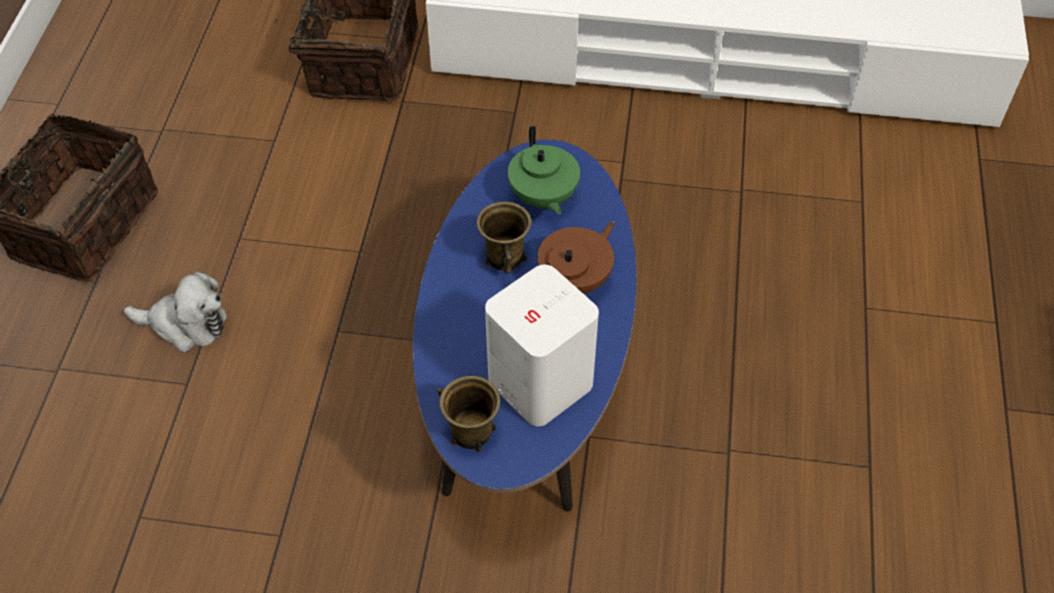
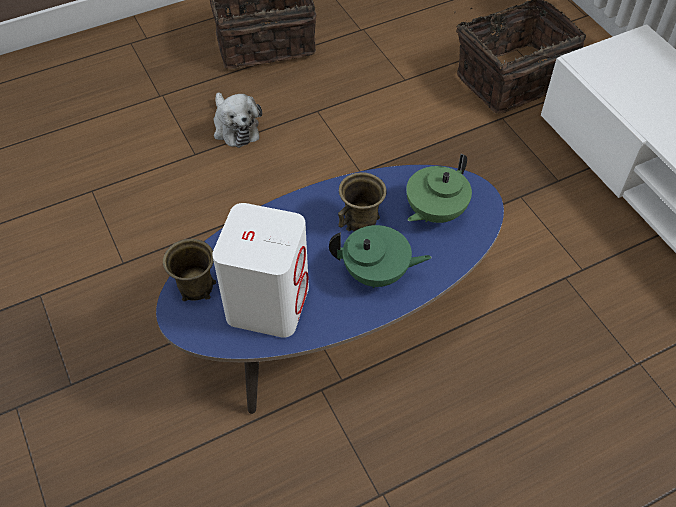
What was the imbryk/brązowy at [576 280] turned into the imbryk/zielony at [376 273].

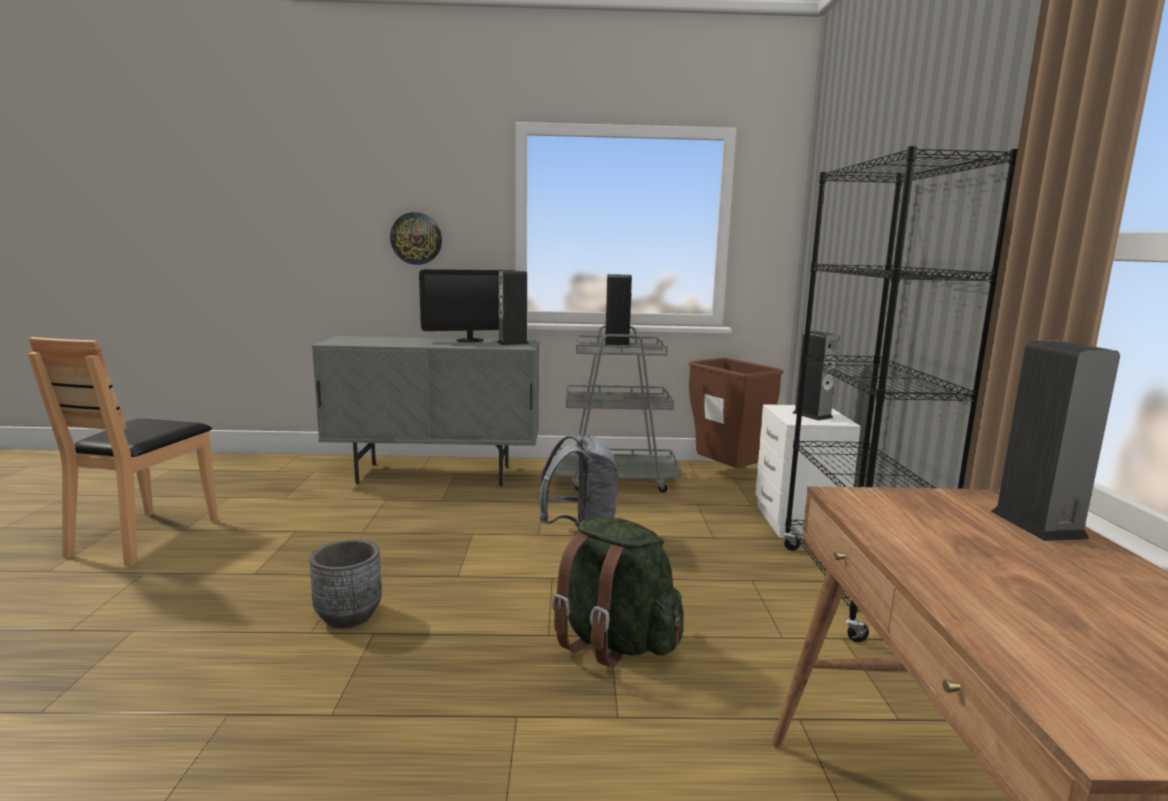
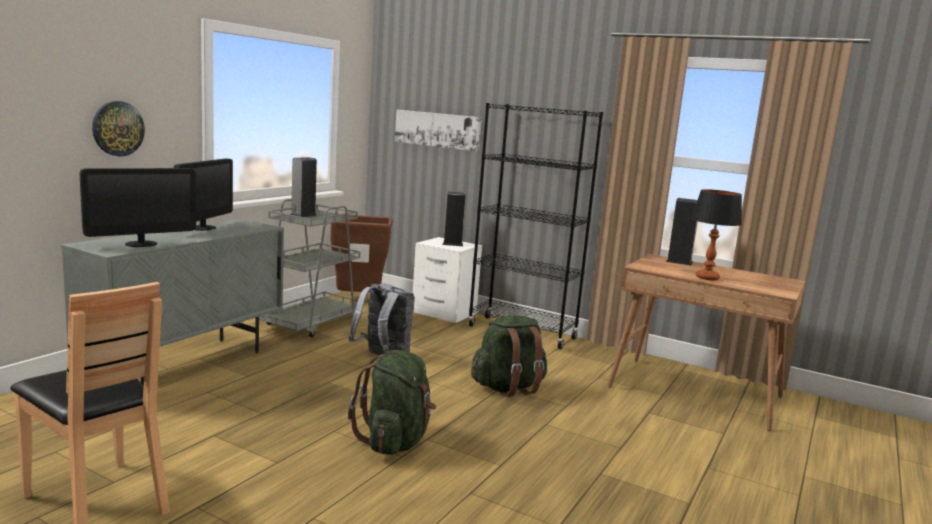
Where the donica/szary stood at [349 615], the plecak/zielony came to stand at [395 441].
The second view lost the głośnik at [512 343].
The second view gained the monitor at [141 244].
The second view gained the obraz at [437 129].
The second view gained the lampa stołowa at [707 278].

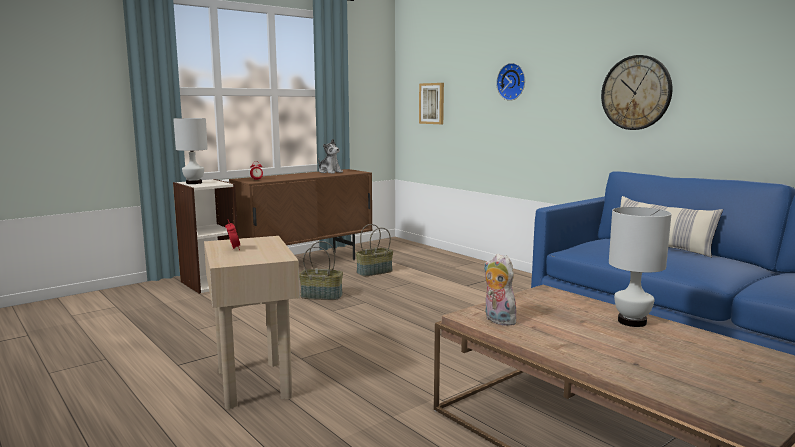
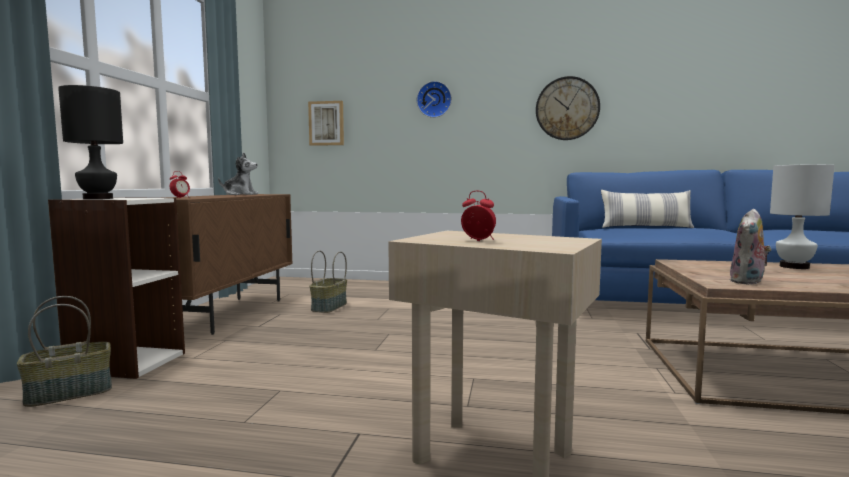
What was the lampa stołowa/biały at [193 183] turned into the lampa stołowa/czarny at [98 198].
The koszyk ended up elsewhere, having gone from [322 296] to [70 392].
The pluszak at [497 320] ended up facing another way, 60 degrees counterclockwise from before.

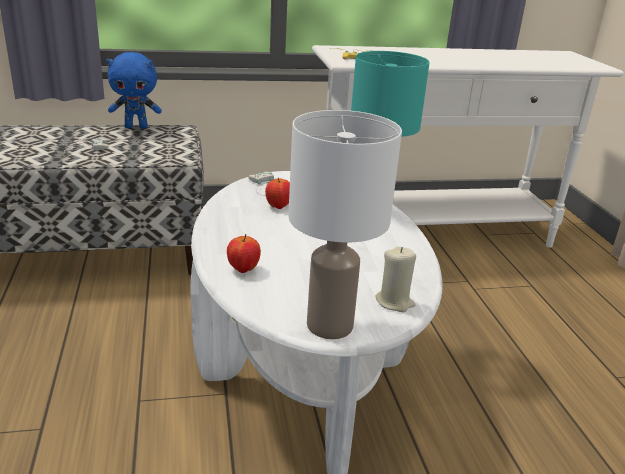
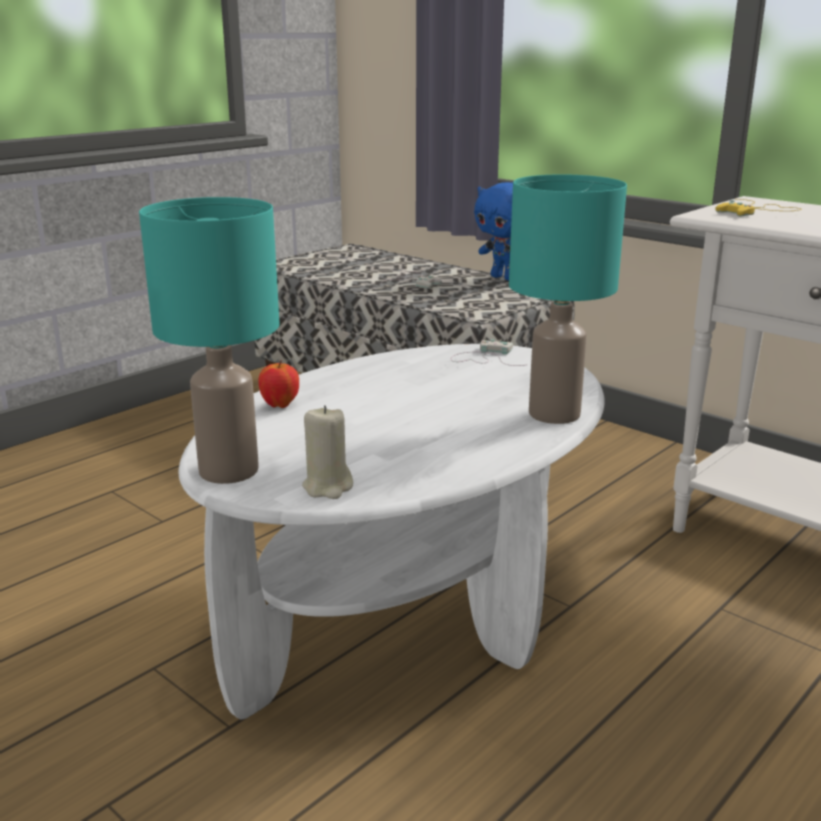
The second view lost the jabłko at [278 206].
What was the lampa stołowa/biały at [328 325] turned into the lampa stołowa/turkusowy at [229 470].

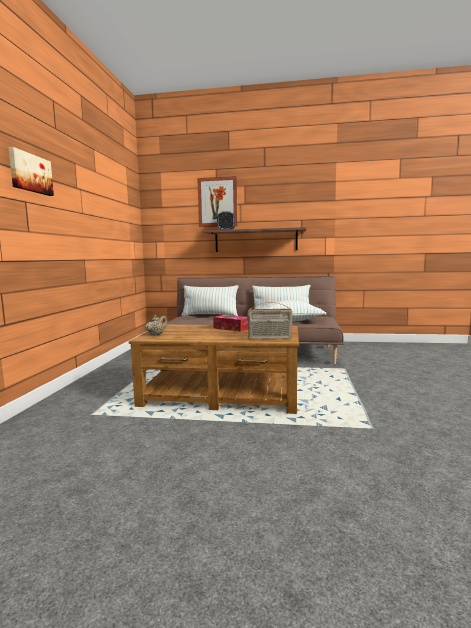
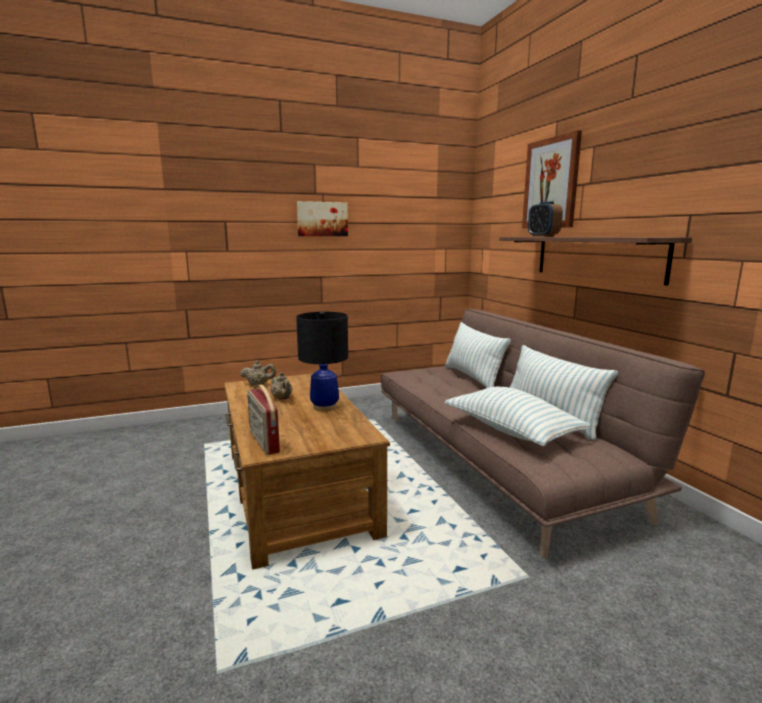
The obraz ended up elsewhere, having gone from [30 173] to [322 219].
Where the pudełko chusteczek stood at [232 328], the lampa stołowa/czarny came to stand at [325 407].
The second view gained the imbryk/beżowy at [282 398].

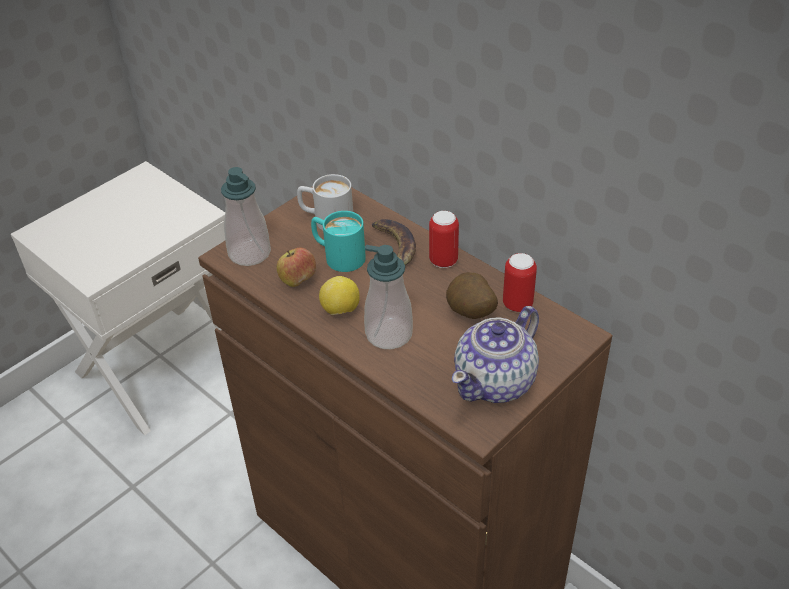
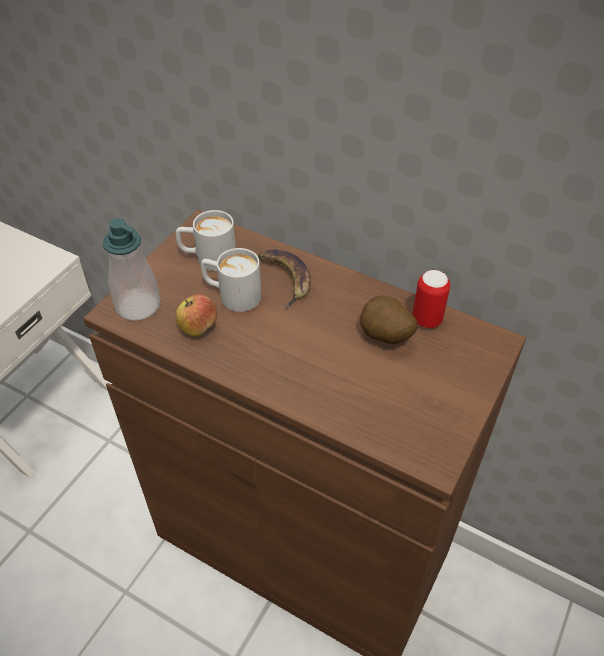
What was the kubek/turkusowy at [338 256] turned into the kubek/biały at [232 295].
The second view lost the cytryna at [340 310].
The second view lost the dozownik mydła at [389 334].
The second view lost the puszka at [443 261].
The second view lost the imbryk at [496 381].

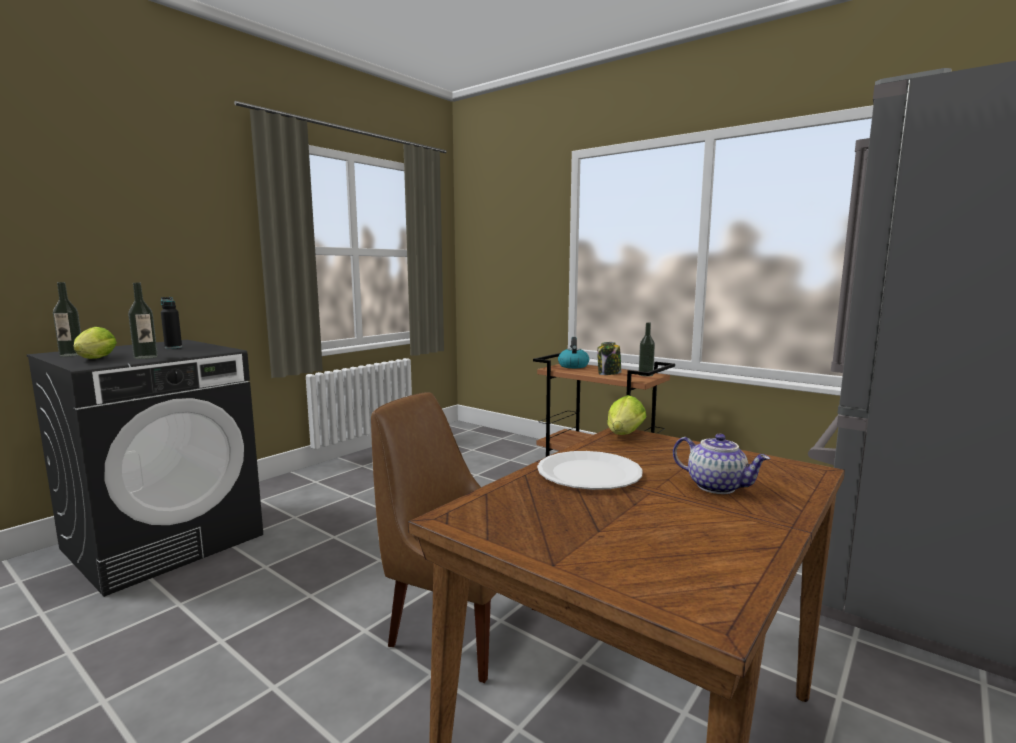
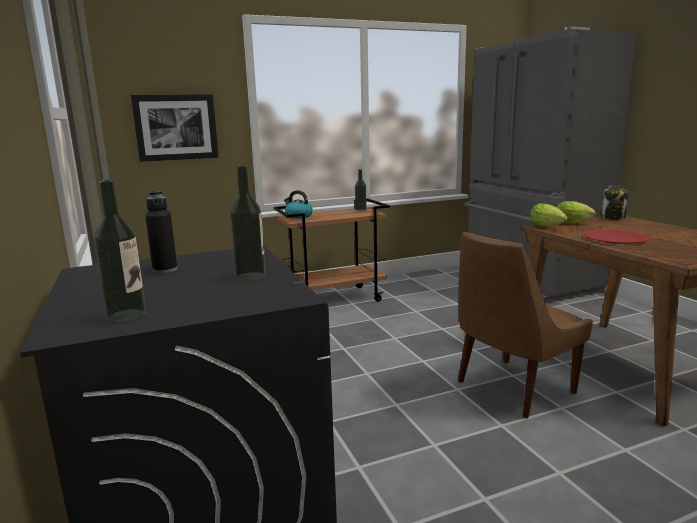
The sałata ended up elsewhere, having gone from [94 359] to [574 223].
What was the talerz/biały at [589 473] turned into the talerz/czerwony at [615 239].
The słoik ended up elsewhere, having gone from [609 373] to [613 218].
The second view lost the imbryk at [717 486].
The second view gained the obraz at [176 127].

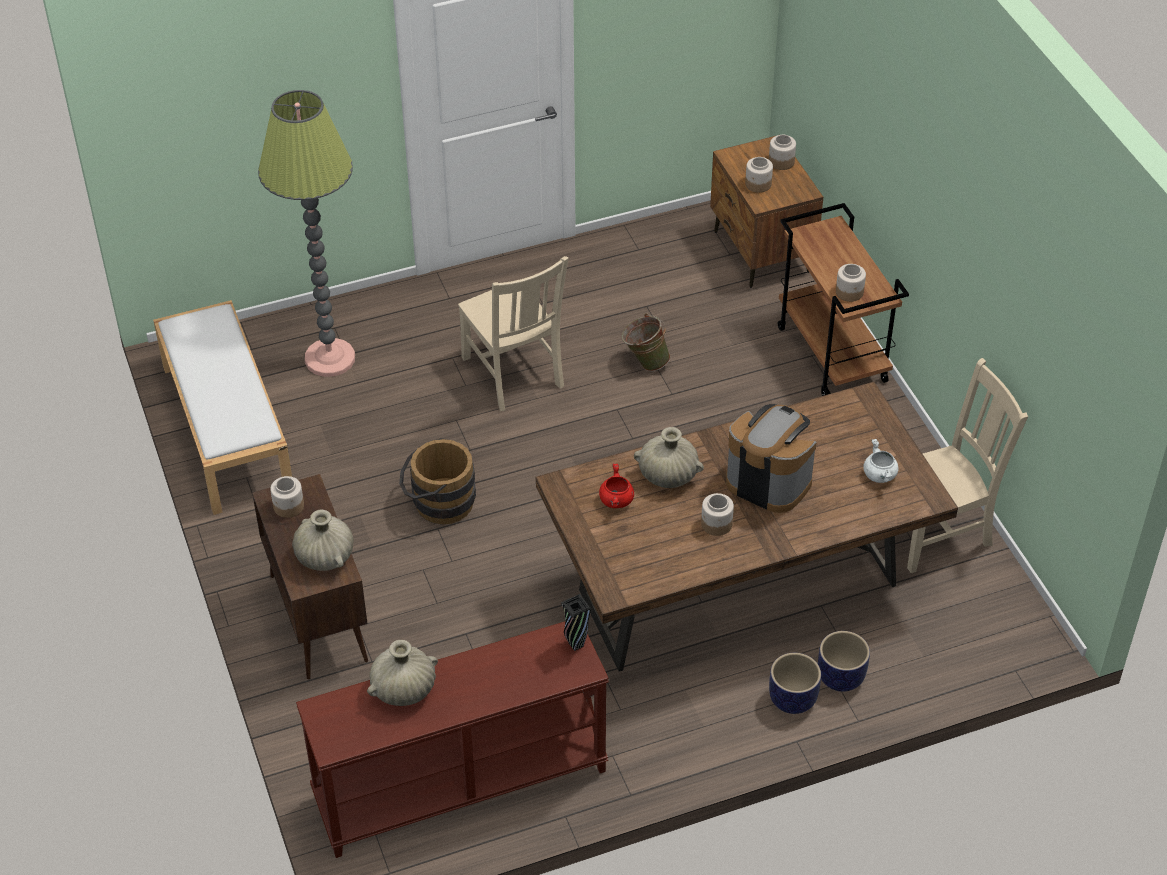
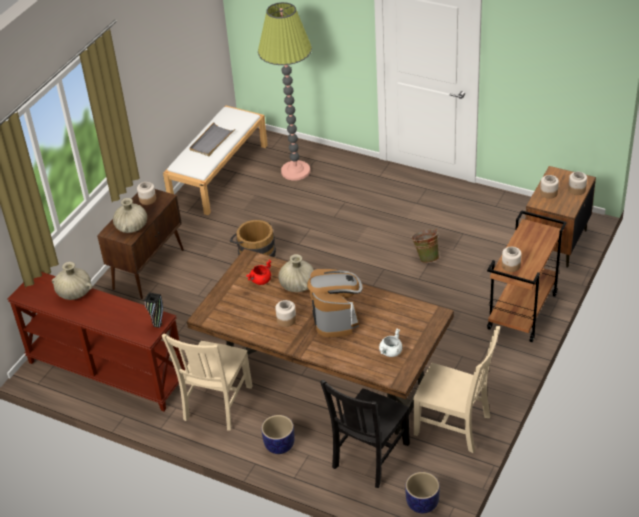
The krzesło/beżowy ended up elsewhere, having gone from [514 374] to [217 405].
The donica ended up elsewhere, having gone from [840 677] to [422 503].
The second view gained the taca/szary at [212 141].
The second view gained the krzesło/czarny at [369 457].

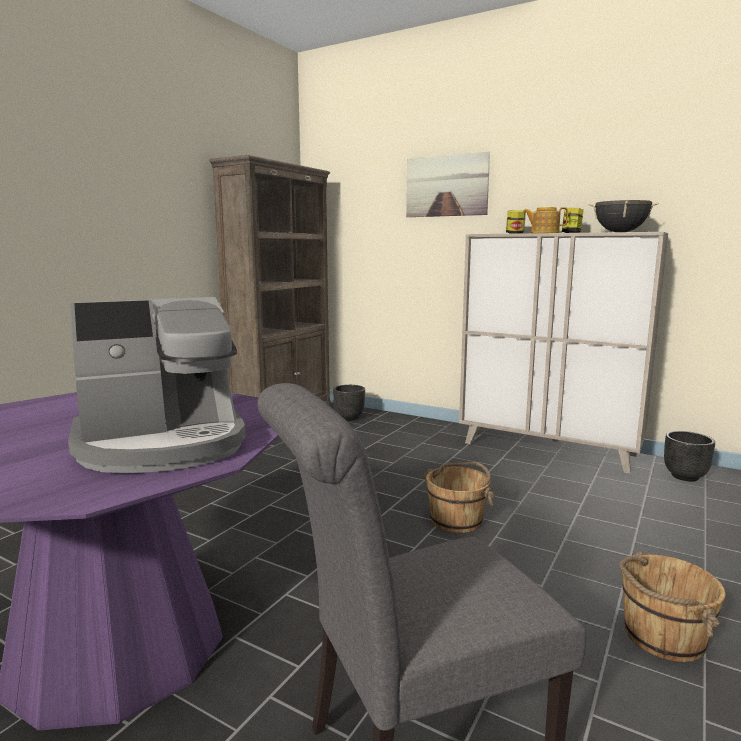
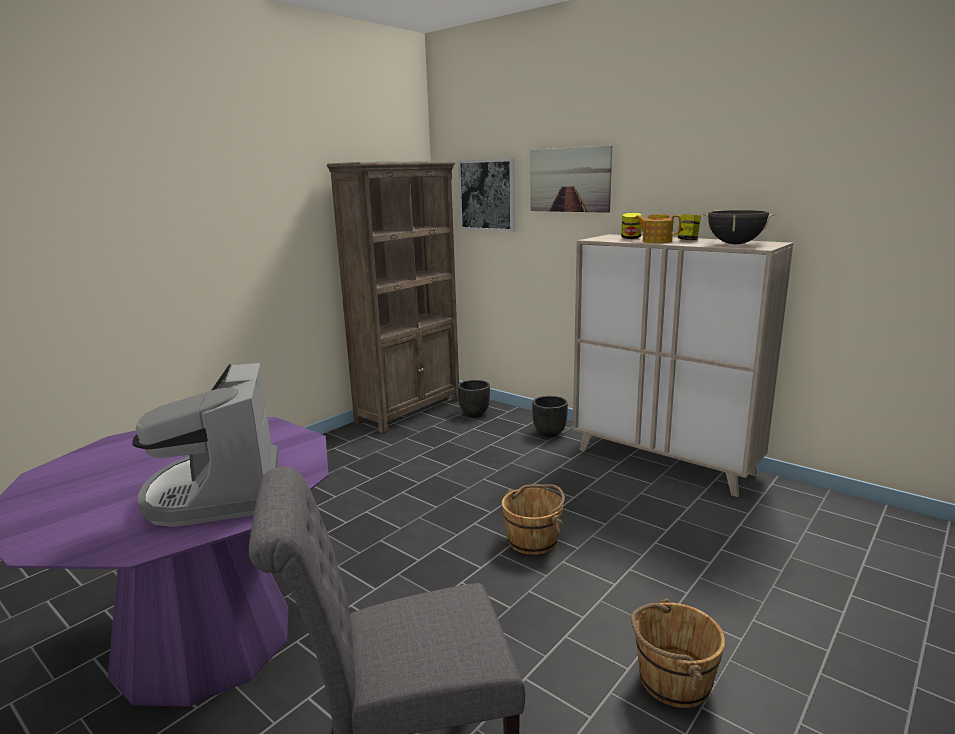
The ekspres do kawy at [163 444] ended up facing another way, 90 degrees clockwise from before.
The donica/czarny ended up elsewhere, having gone from [684 476] to [549 433].
The second view gained the obraz at [487 195].

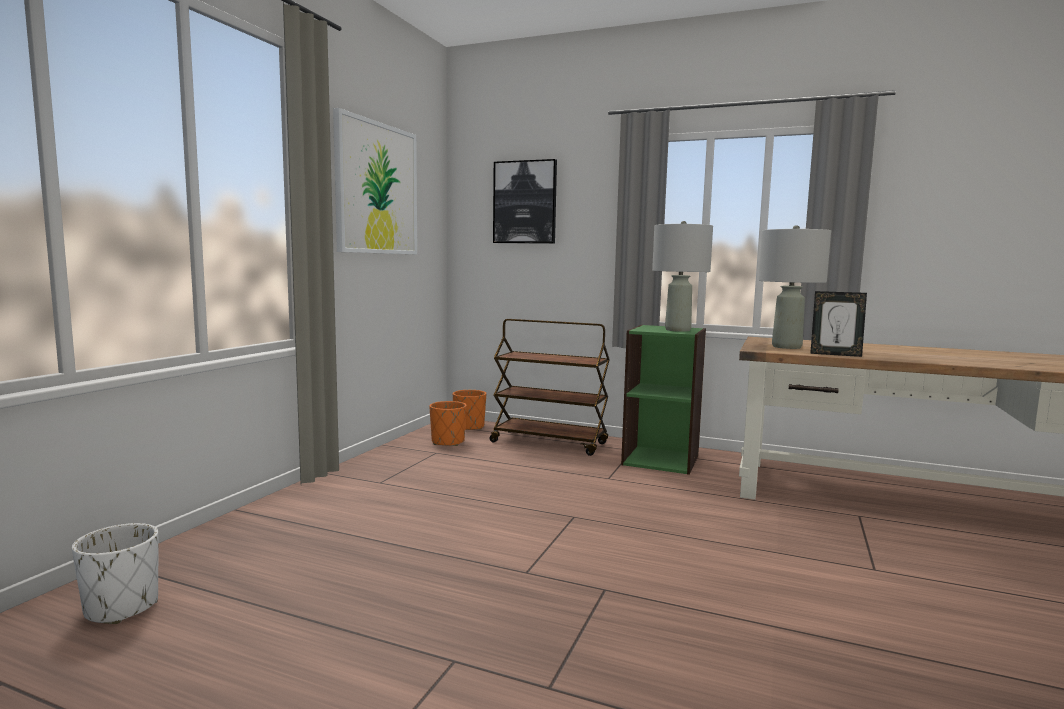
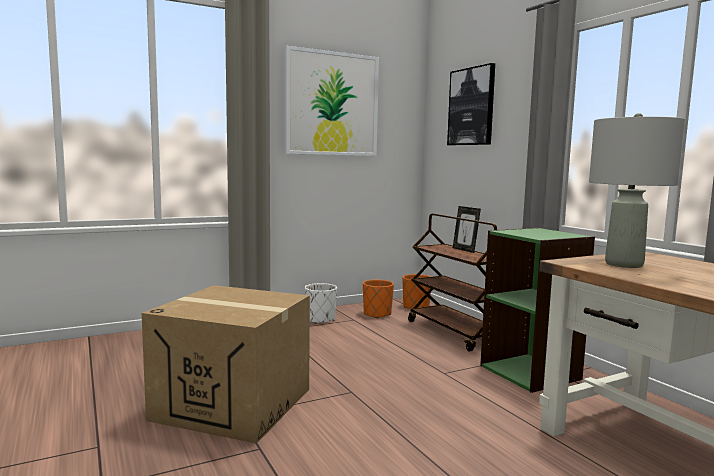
The donica/biały ended up elsewhere, having gone from [122 607] to [320 319].
The second view lost the lampa stołowa/szary at [677 330].
The ramka na zdjęcie ended up elsewhere, having gone from [835 354] to [465 250].
The second view gained the karton at [233 404].

